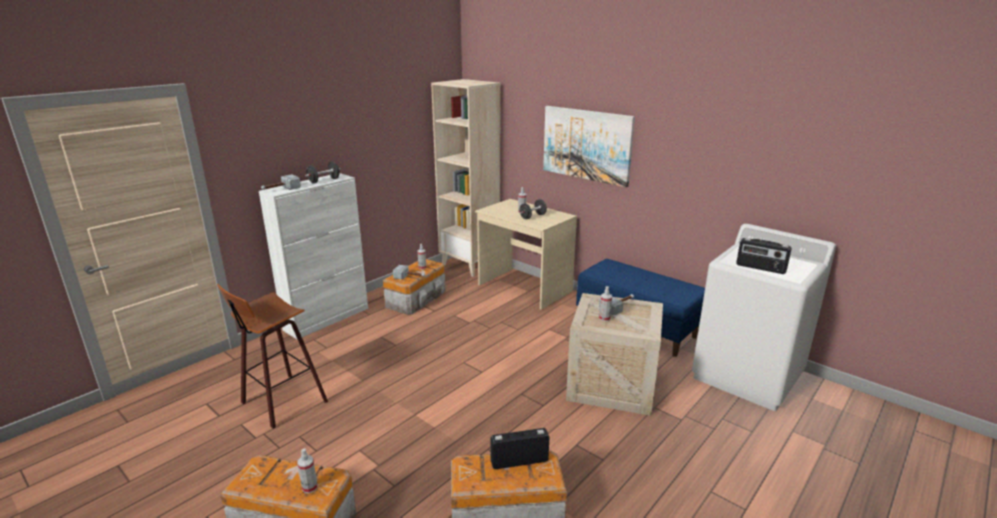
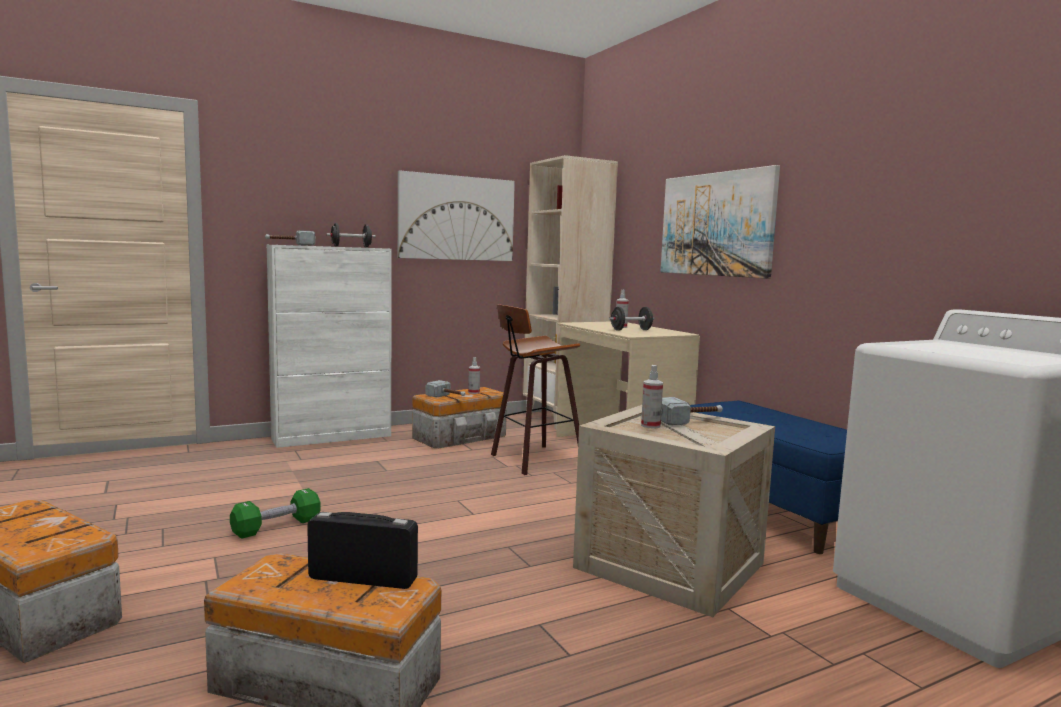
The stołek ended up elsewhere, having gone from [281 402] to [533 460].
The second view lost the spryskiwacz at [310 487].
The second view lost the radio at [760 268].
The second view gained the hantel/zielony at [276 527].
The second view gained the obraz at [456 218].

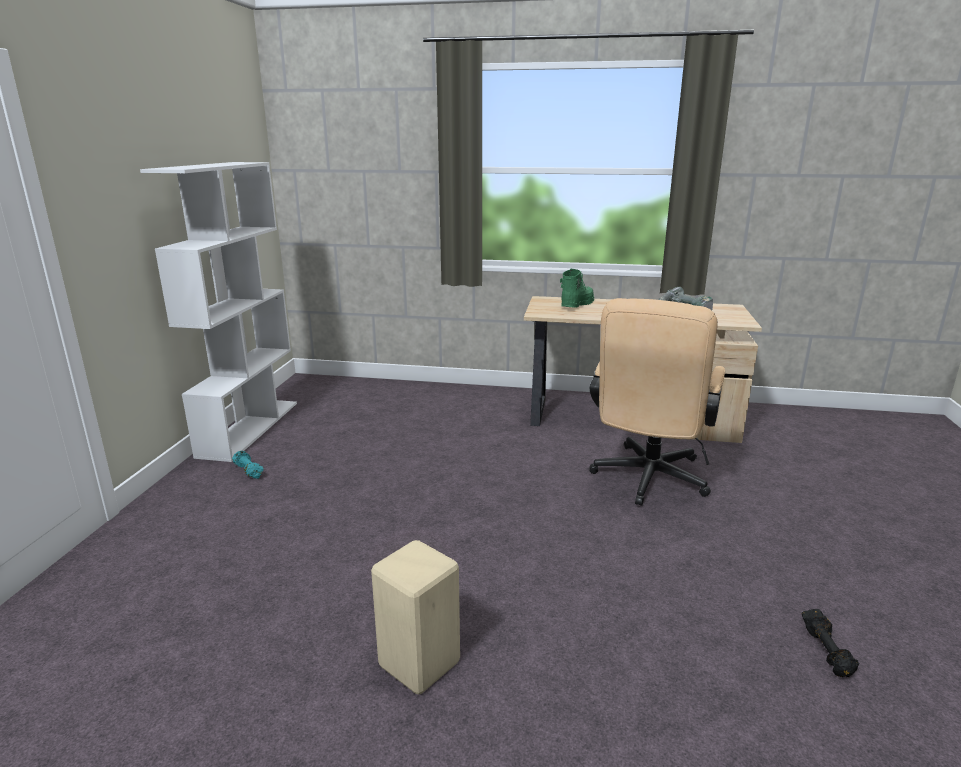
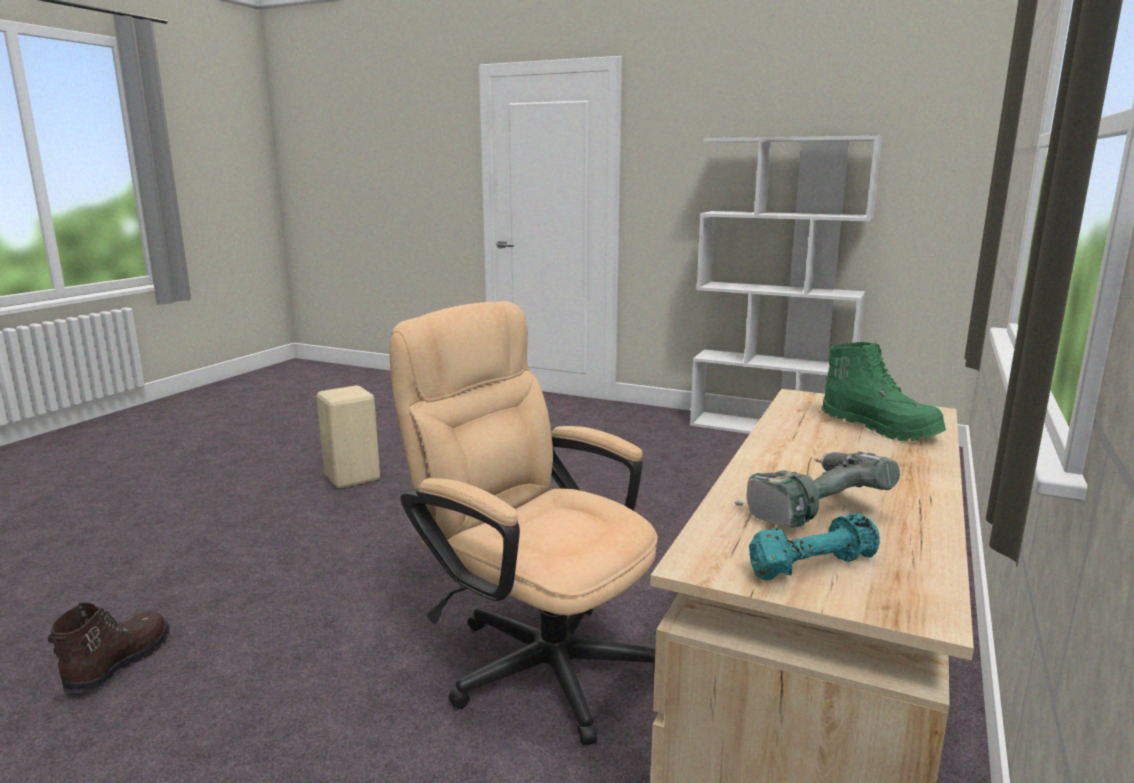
The hantel/turkusowy ended up elsewhere, having gone from [248 471] to [811 566].
Where the hantel/czarny stood at [827 651], the but z cholewką/brązowy came to stand at [118 663].

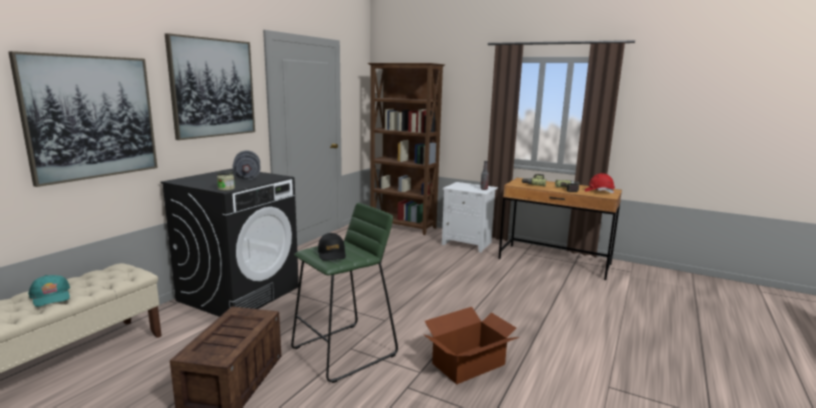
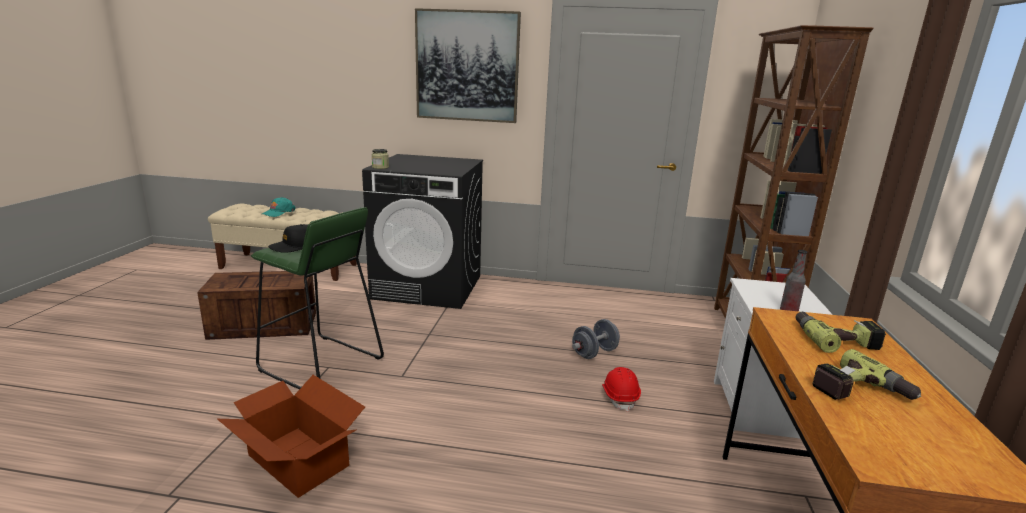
The second view lost the obraz at [91 117].
The hantel/szary ended up elsewhere, having gone from [247 177] to [594 353].
The kask/czerwony ended up elsewhere, having gone from [599 192] to [619 397].

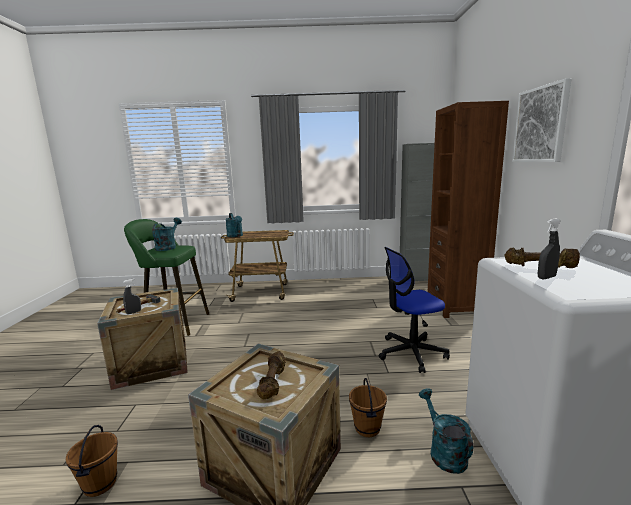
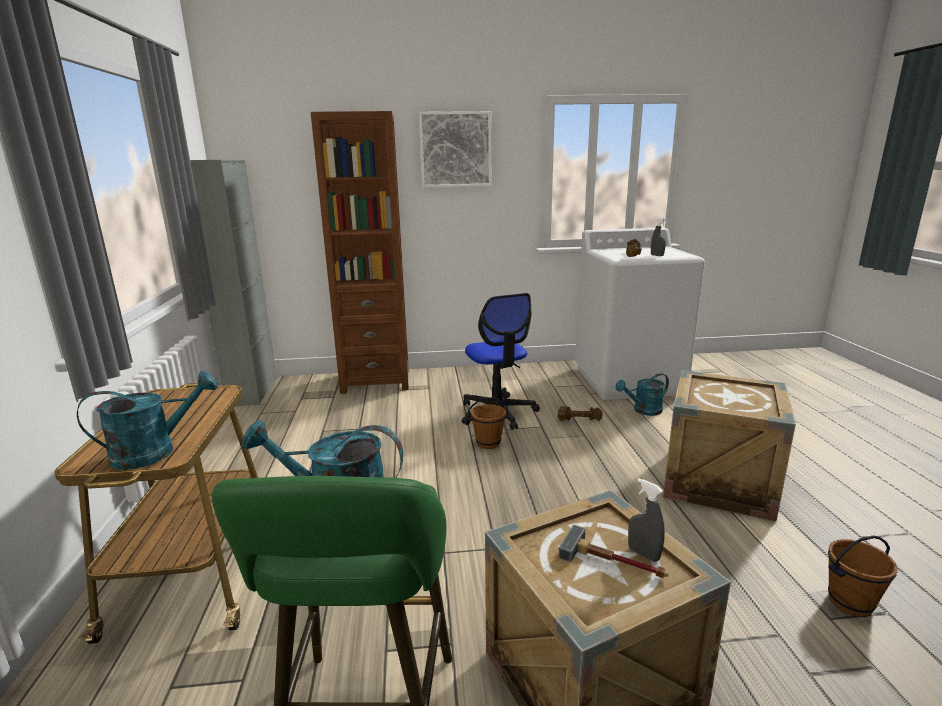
The hantel/brązowy ended up elsewhere, having gone from [273 383] to [579 420].
The wiadro/brązowy ended up elsewhere, having gone from [368 428] to [488 443].

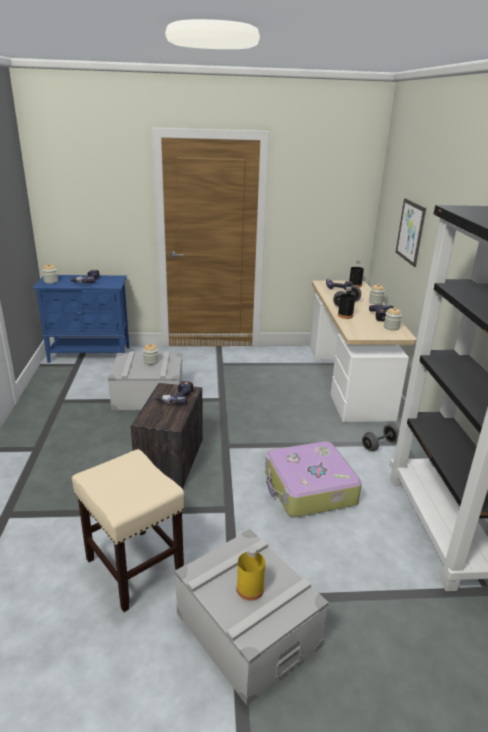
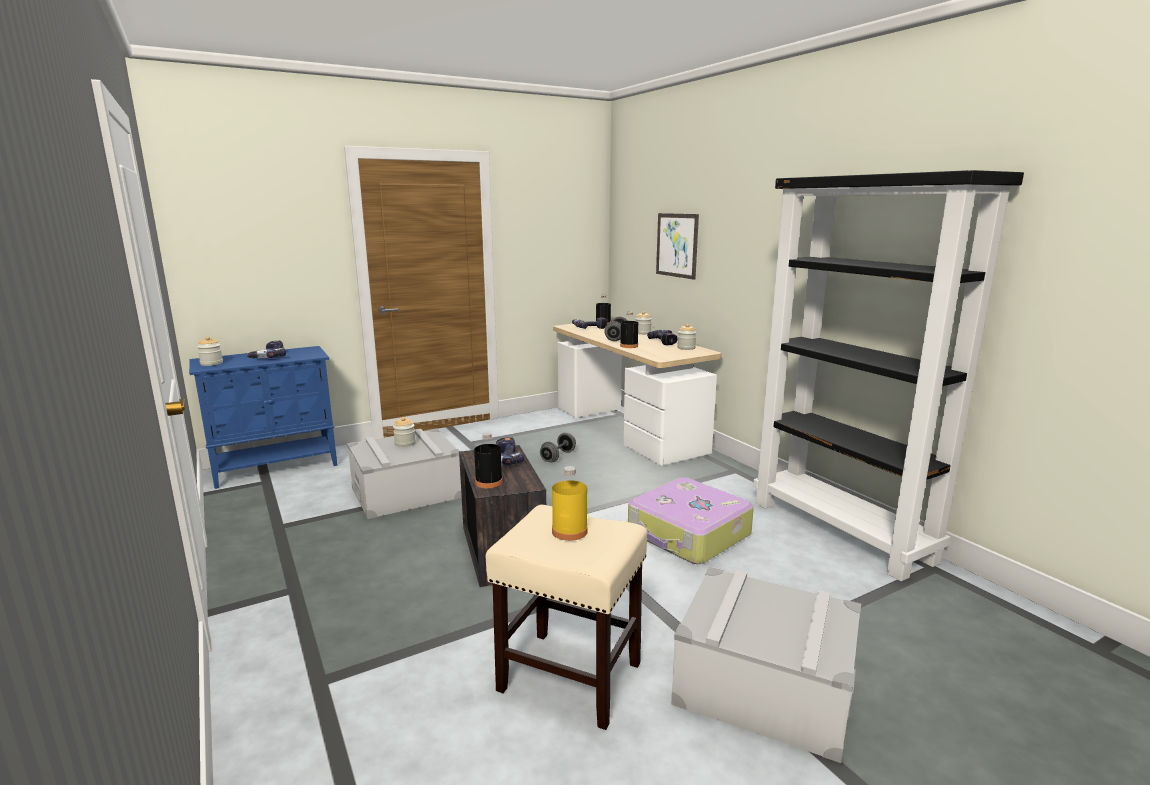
The butelka/żółty ended up elsewhere, having gone from [250 588] to [569 531].
The hantel/szary ended up elsewhere, having gone from [379 445] to [558 457].
The second view gained the butelka/czarny at [489 482].

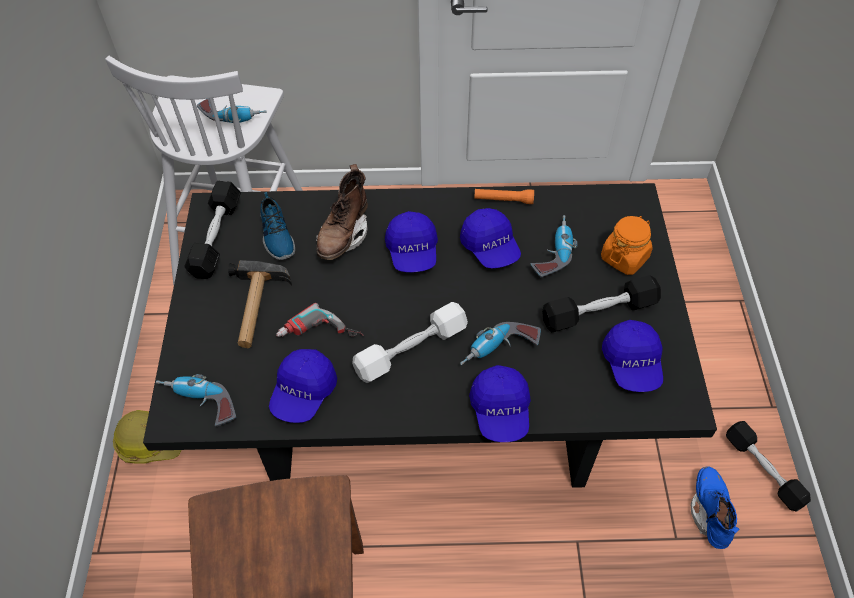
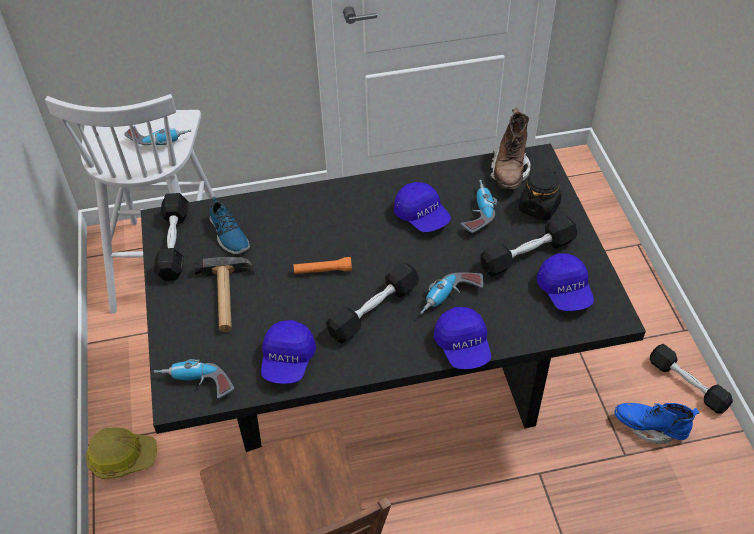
The second view lost the wiertarka at [319 337].
The but z cholewką/brązowy ended up elsewhere, having gone from [344 235] to [509 171].
What was the hantel/biały at [411 350] turned into the hantel/czarny at [373 310].
The second view lost the czapka z daszkiem/niebieski at [412 252].
The latarka/pomarańczowy ended up elsewhere, having gone from [503 200] to [323 271].
What was the słoik/pomarańczowy at [624 257] turned into the słoik/czarny at [539 207].
The but z cholewką/niebieski at [710 512] ended up facing another way, 60 degrees counterclockwise from before.

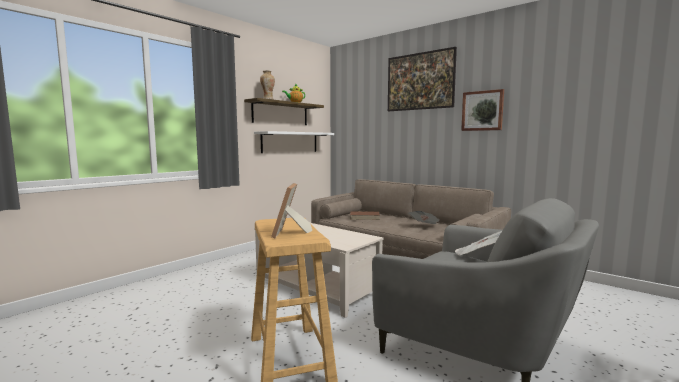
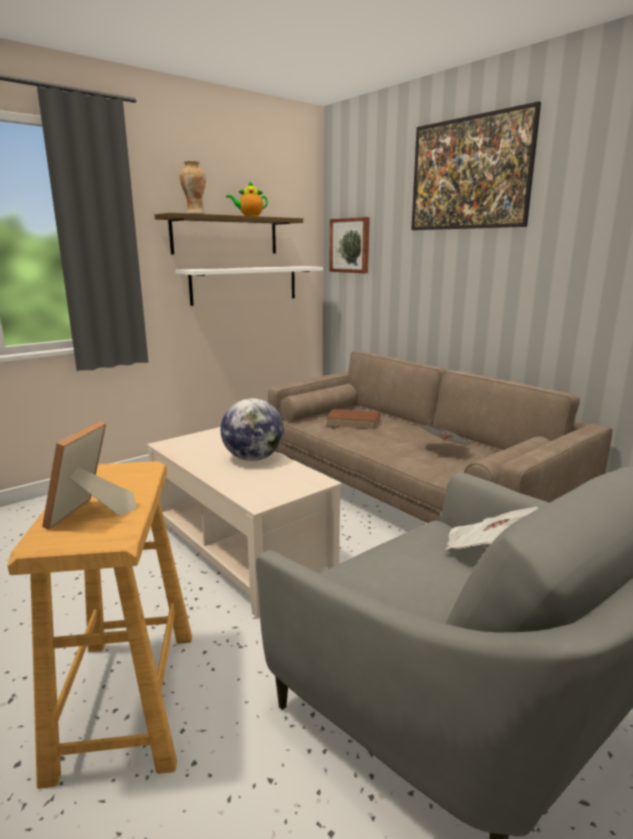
The obraz ended up elsewhere, having gone from [482 110] to [350 245].
The second view gained the globus at [253 458].

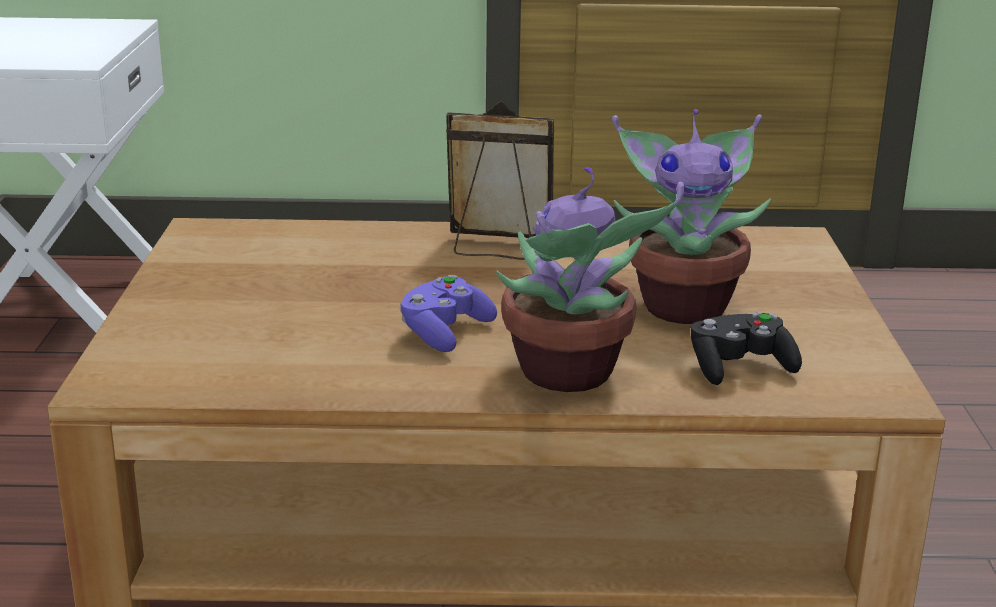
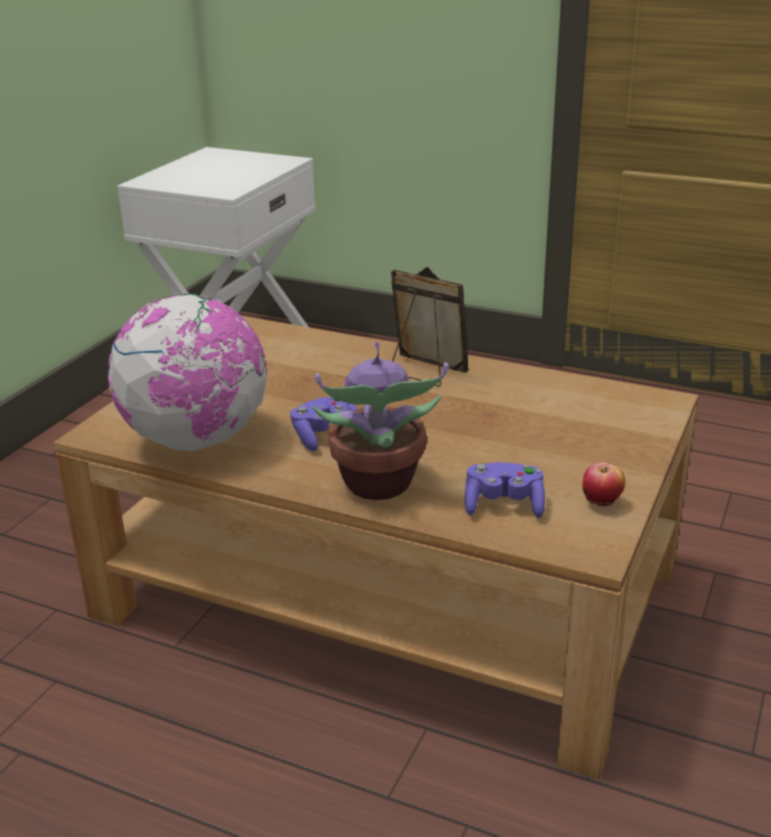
The second view lost the roślina doniczkowa at [684 305].
What was the pad do gier/czarny at [739 368] turned into the pad do gier/fioletowy at [504 505].
The second view gained the globus at [197 440].
The second view gained the jabłko at [601 504].

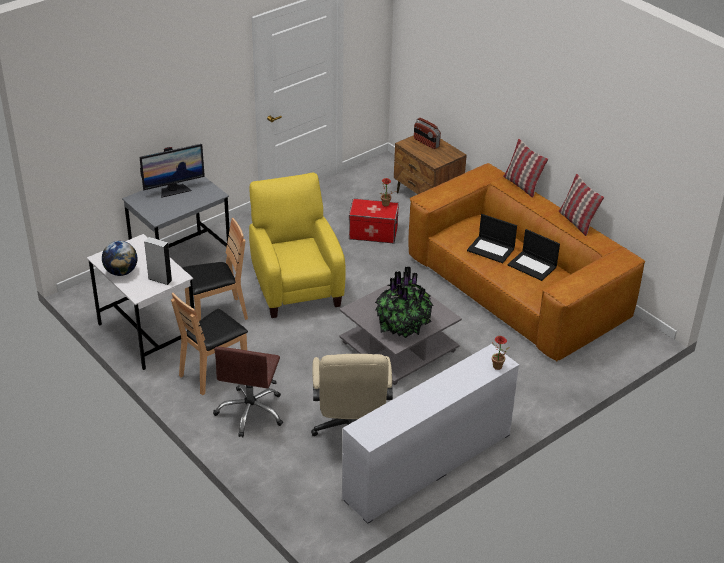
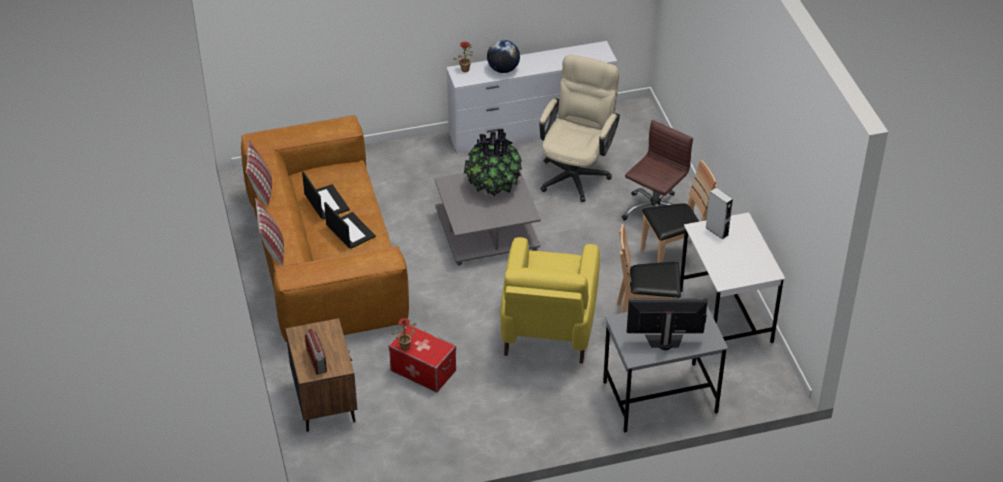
The globus ended up elsewhere, having gone from [121 272] to [503 69].

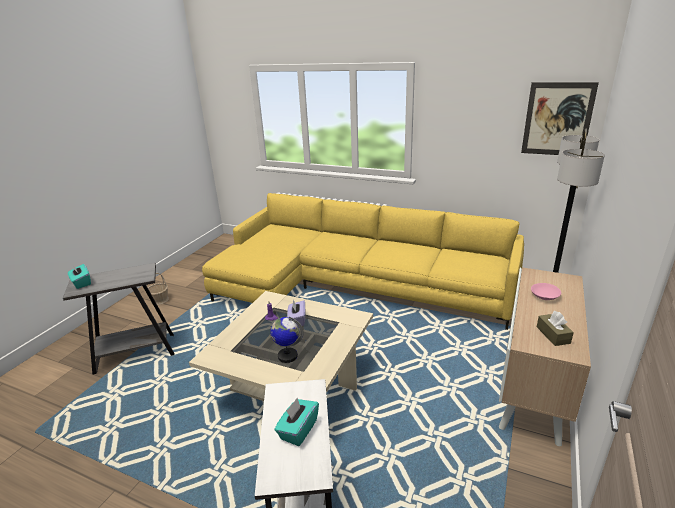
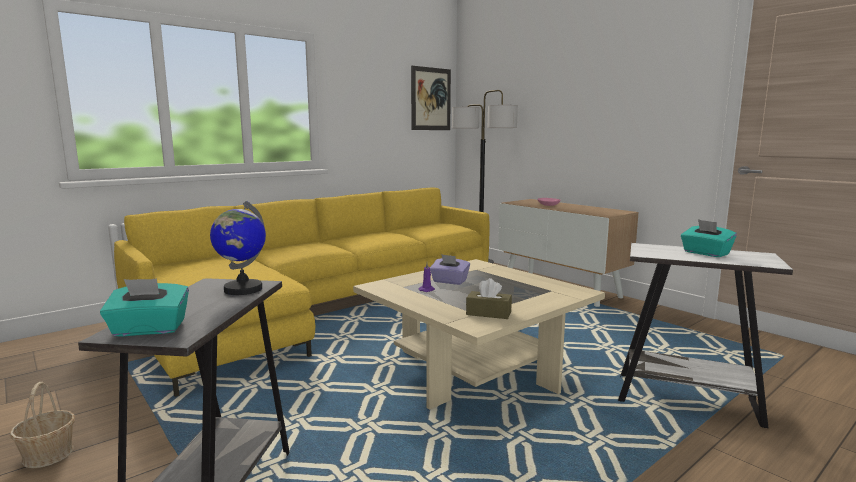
The globus ended up elsewhere, having gone from [287 356] to [242 289].
The pudełko chusteczek/brązowy ended up elsewhere, having gone from [553 335] to [488 313].

